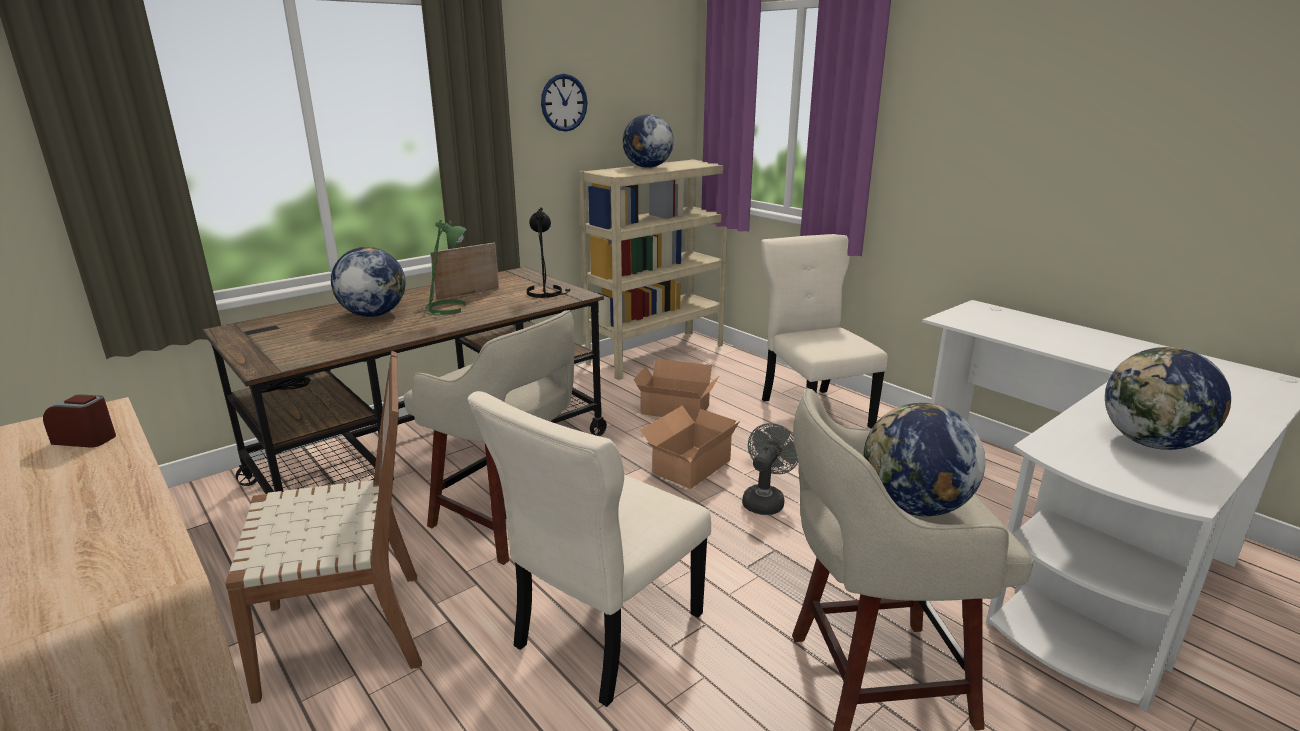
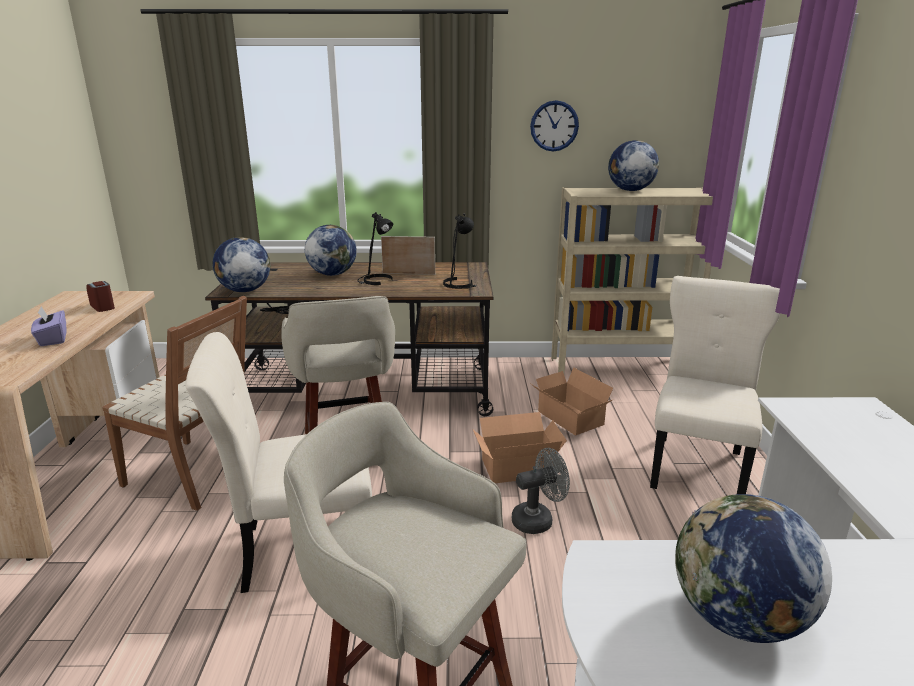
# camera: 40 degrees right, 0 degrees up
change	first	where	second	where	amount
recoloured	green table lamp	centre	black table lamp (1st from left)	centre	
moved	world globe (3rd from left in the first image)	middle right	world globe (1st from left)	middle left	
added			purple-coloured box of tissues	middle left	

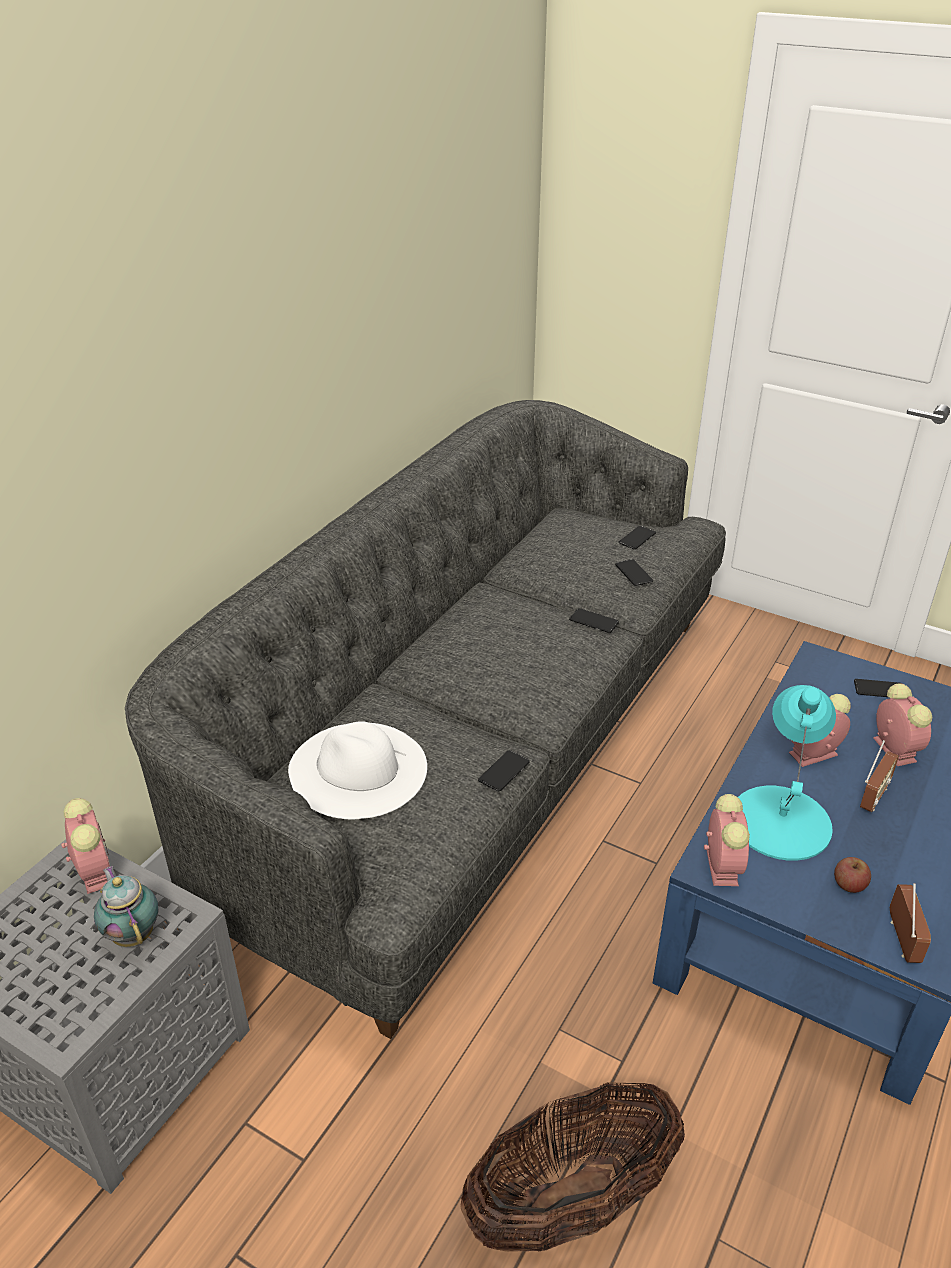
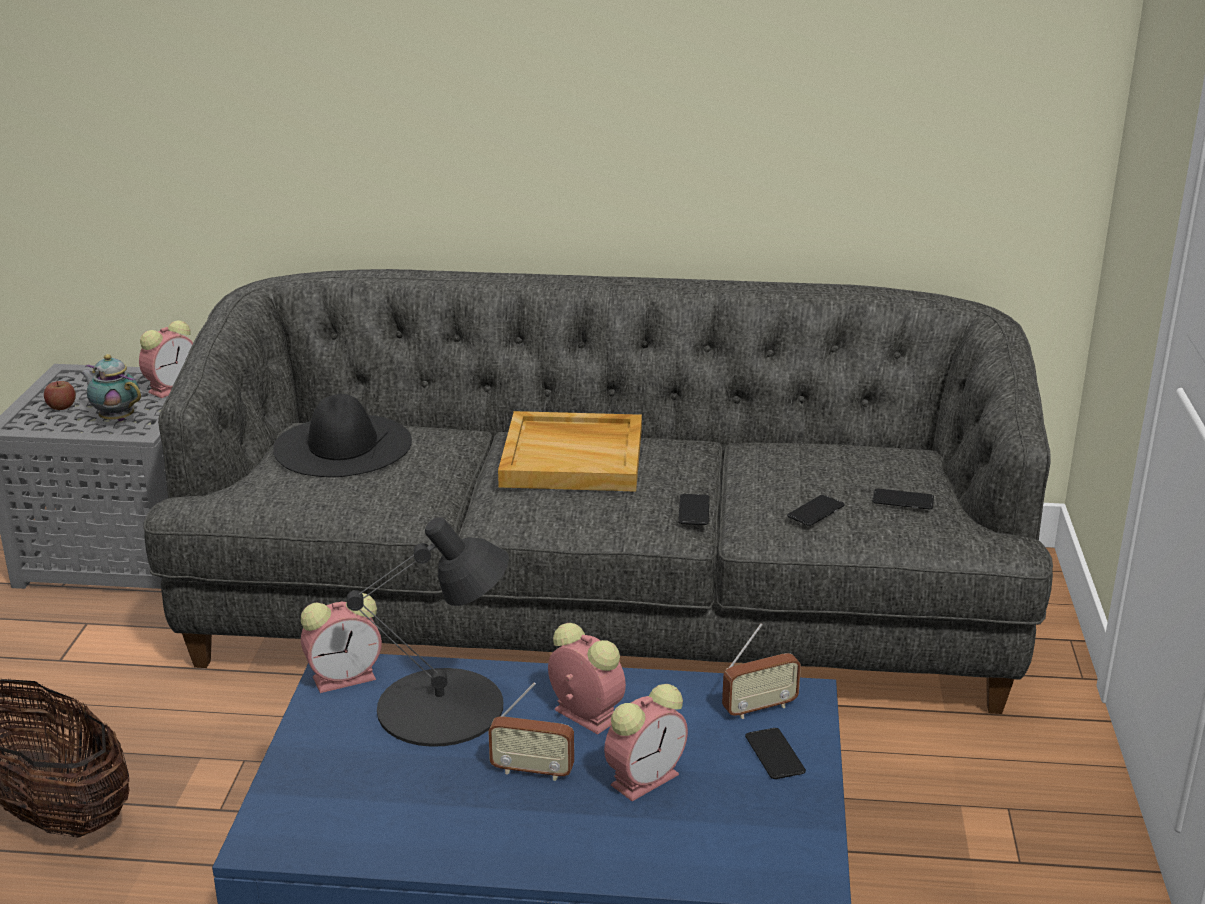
# camera: 65 degrees right, 10 degrees down
change	first	where	second	where	amount
recoloured	blue-green table lamp	middle right	black table lamp	bottom centre	
recoloured	white hat	centre	black hat	middle left	
removed	telephone (1st from left)	centre			
moved	apple fruit	bottom right		middle left	
turned	teapot	bottom left		middle left	90 degrees counterclockwise
moved	radio set (2nd from left)	bottom right		bottom centre	
added			beige-coloured carrying tray	centre	

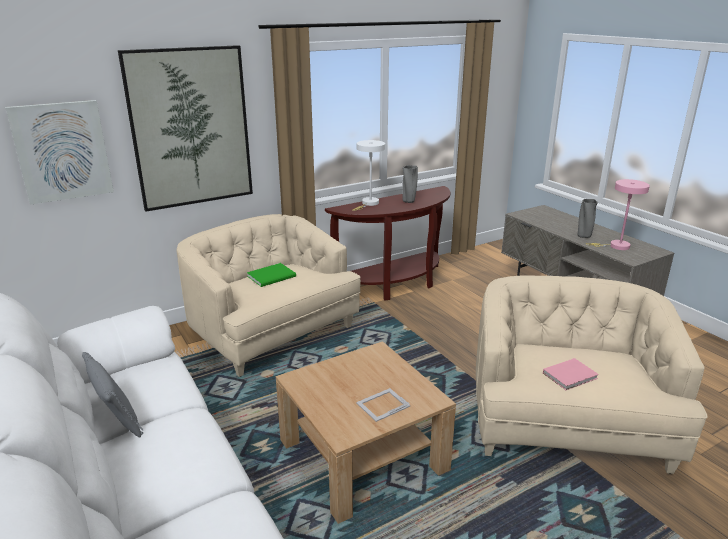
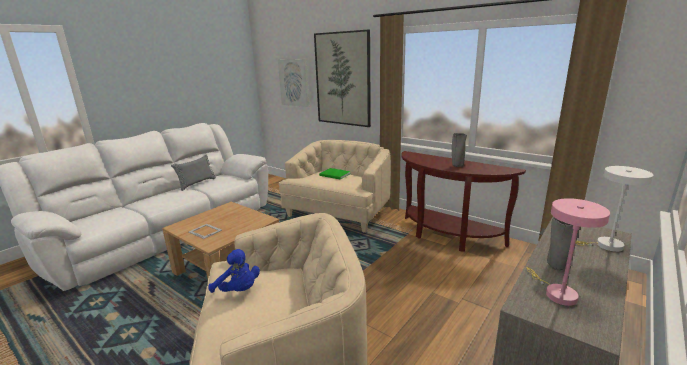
# camera: 70 degrees right, 5 degrees down
change	first	where	second	where	amount
moved	white table lamp	top centre		middle right	
replaced	pinkish book	bottom right	blue soft toy	bottom centre	

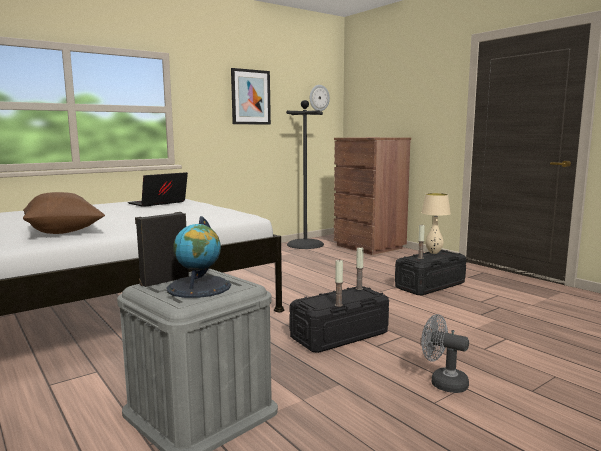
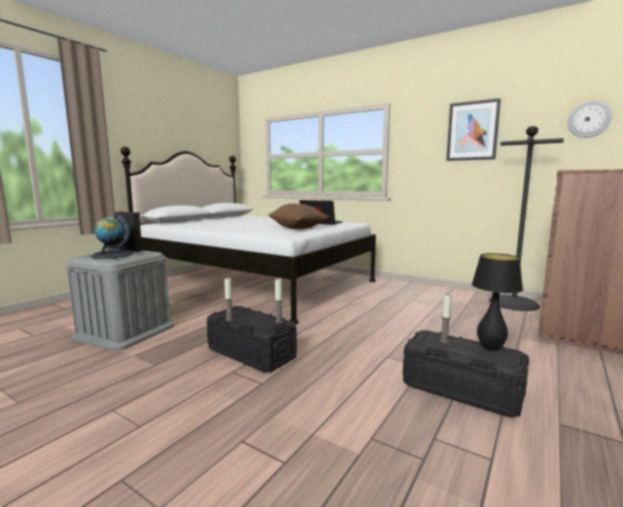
# camera: 70 degrees right, 0 degrees up
change	first	where	second	where	amount
moved	brown cushion	middle left		centre	
recoloured	beige-coloured table lamp	middle right	black table lamp	middle right	
removed	gray cooling fan	bottom right			

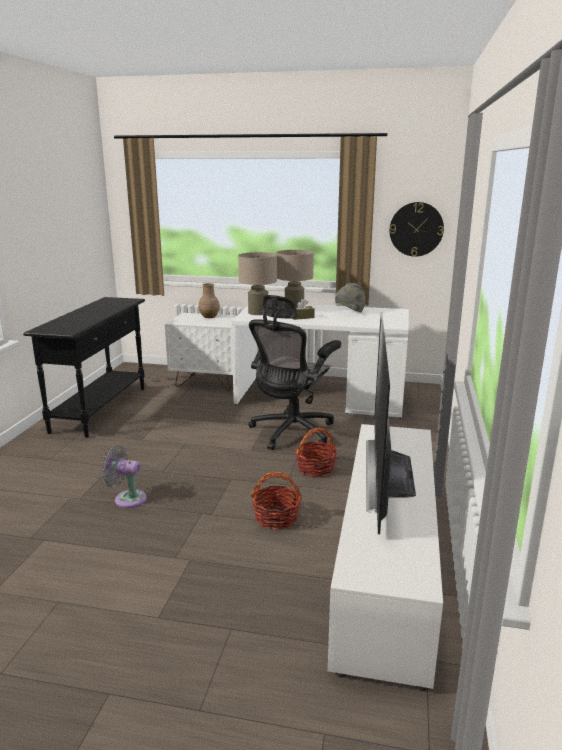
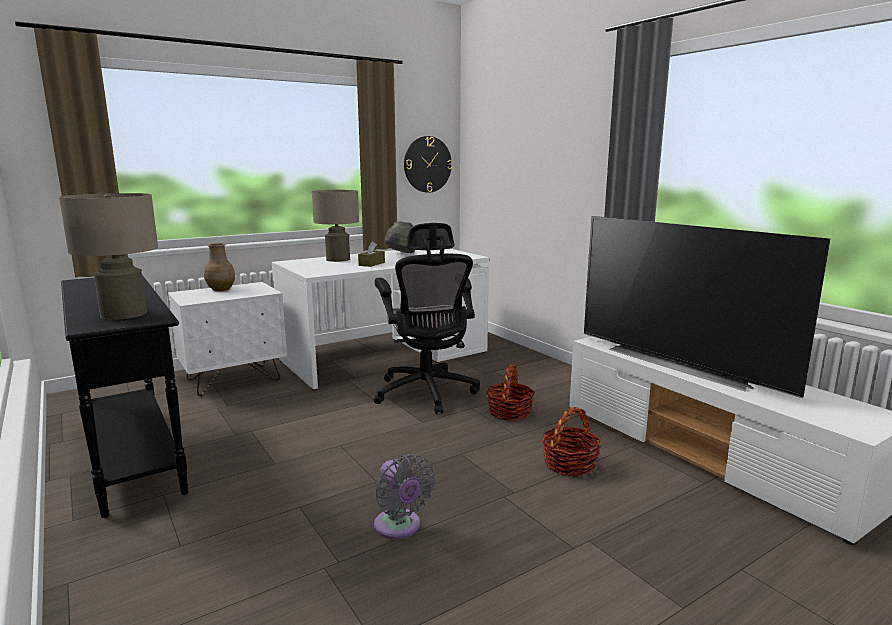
# camera: 45 degrees left, 5 degrees down
change	first	where	second	where	amount
moved	beige-coloured table lamp (1st from left)	centre		middle left	
turned	gray cooling fan	middle left		bottom centre	90 degrees counterclockwise

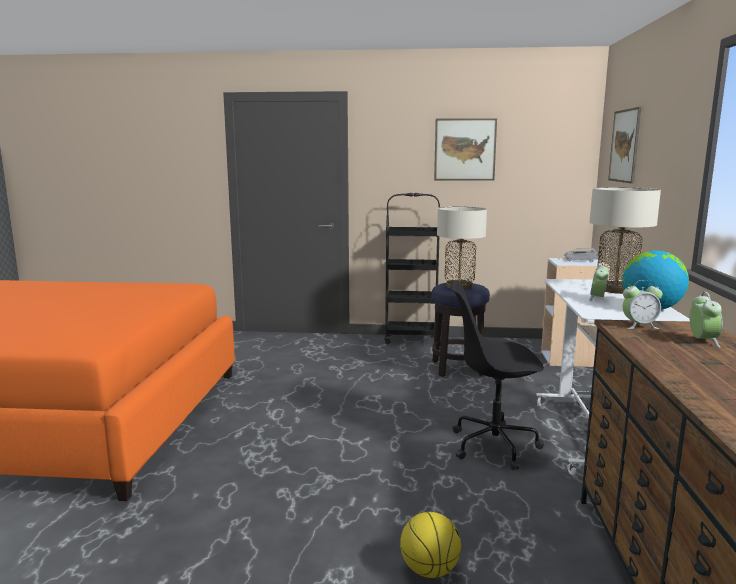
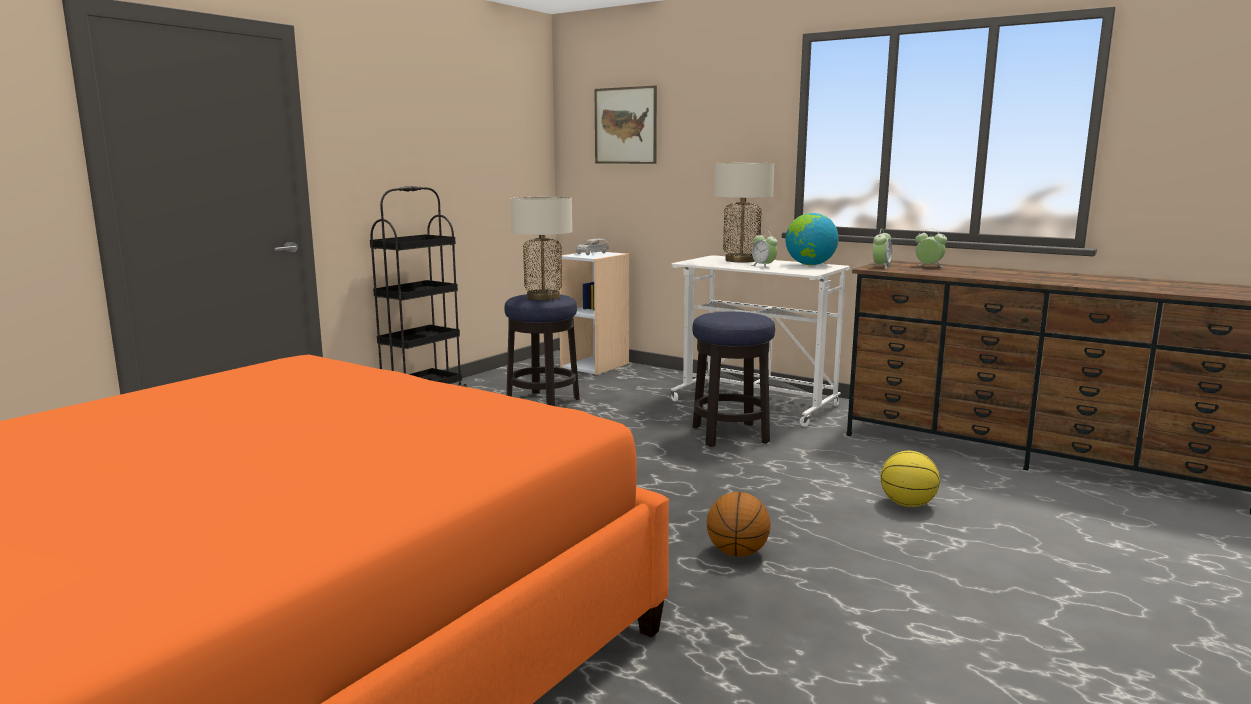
# camera: 60 degrees left, 0 degrees up
change	first	where	second	where	amount
removed	picture (1st from left)	top centre			
replaced	black desk chair	middle right	stool seat (2nd from left)	centre	
added			basketball ball (1st from left)	bottom centre	

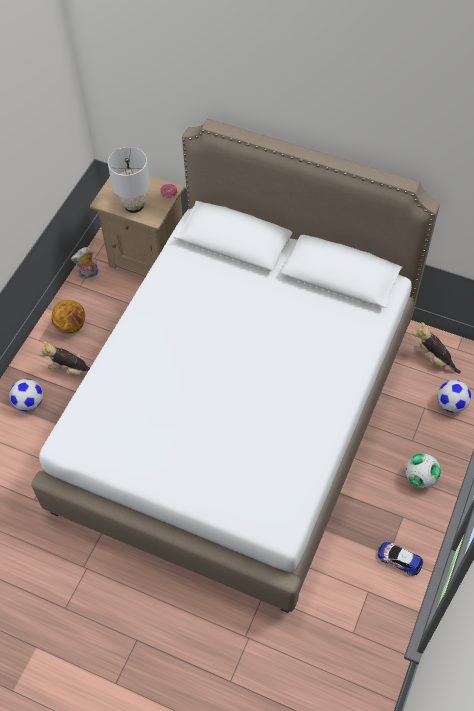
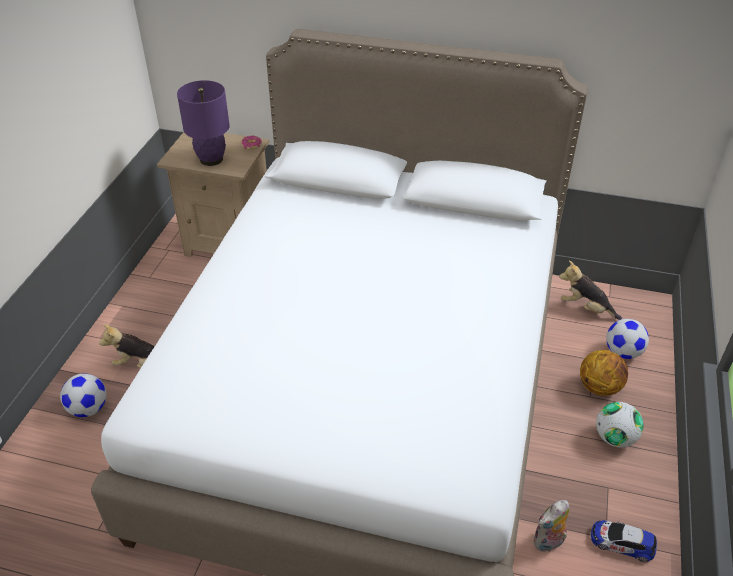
# camera: 10 degrees left, 15 degrees down
change	first	where	second	where	amount
recoloured	white table lamp	top left	purple-coloured table lamp	top left	
moved	soft toy (2nd from left)	middle left		bottom right	
moved	basketball ball	middle left		middle right	

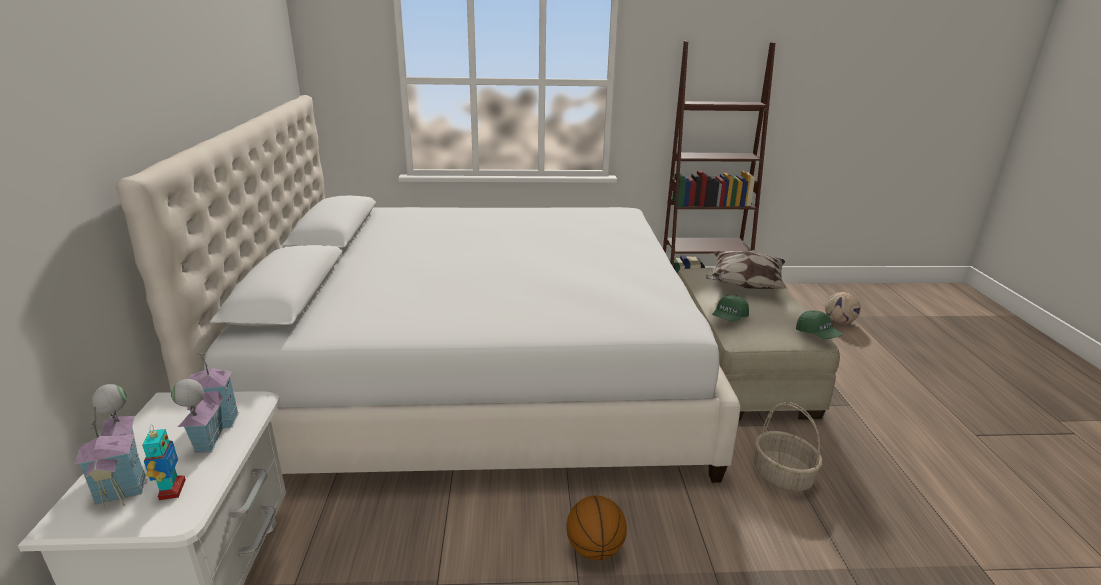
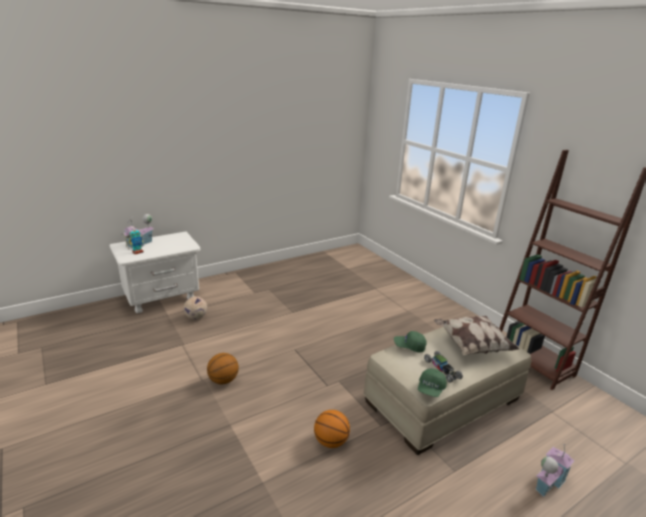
# camera: 60 degrees right, 0 degrees up
change	first	where	second	where	amount
removed	white bedroom bed	centre			
moved	football ball	middle right		middle left	
moved	model house (2nd from left)	bottom left		bottom right	
replaced	household basket	bottom right	basketball ball (2nd from left)	bottom centre	
added			toy car	bottom right	

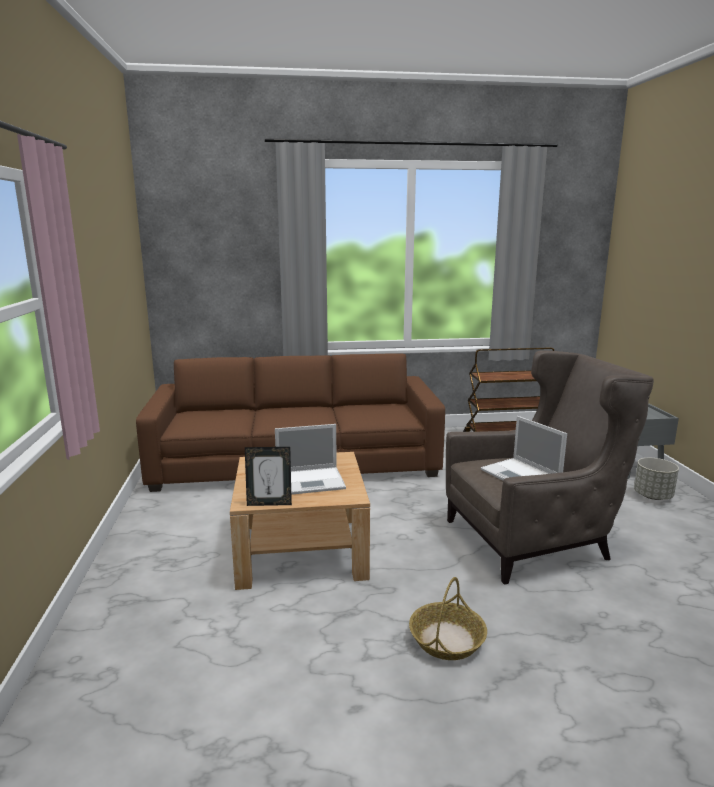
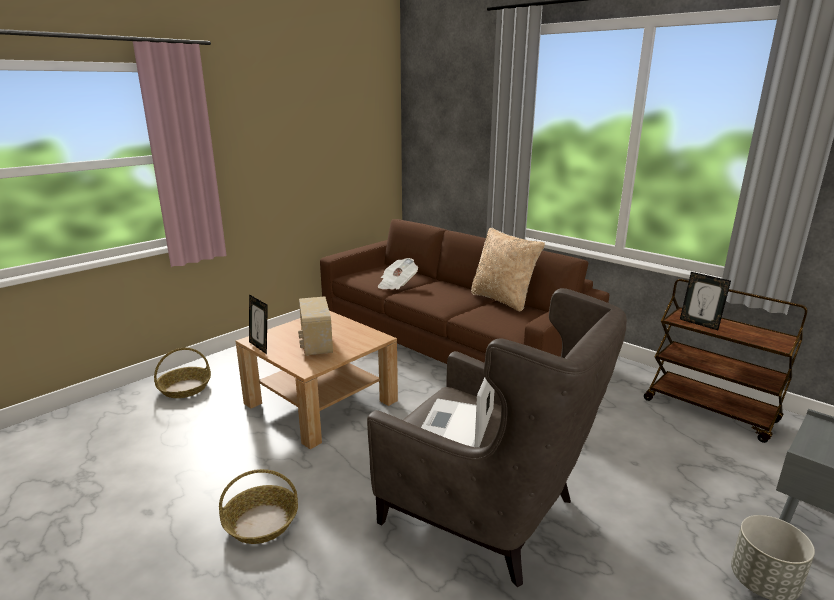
# camera: 50 degrees right, 5 degrees up
change	first	where	second	where	amount
replaced	notebook computer (1st from left)	centre	radio set	centre	
added			beige-coloured cushion	centre	
added			newspaper	centre	
added			picture frame (2nd from left)	middle right	
added			household basket (1st from left)	middle left	

